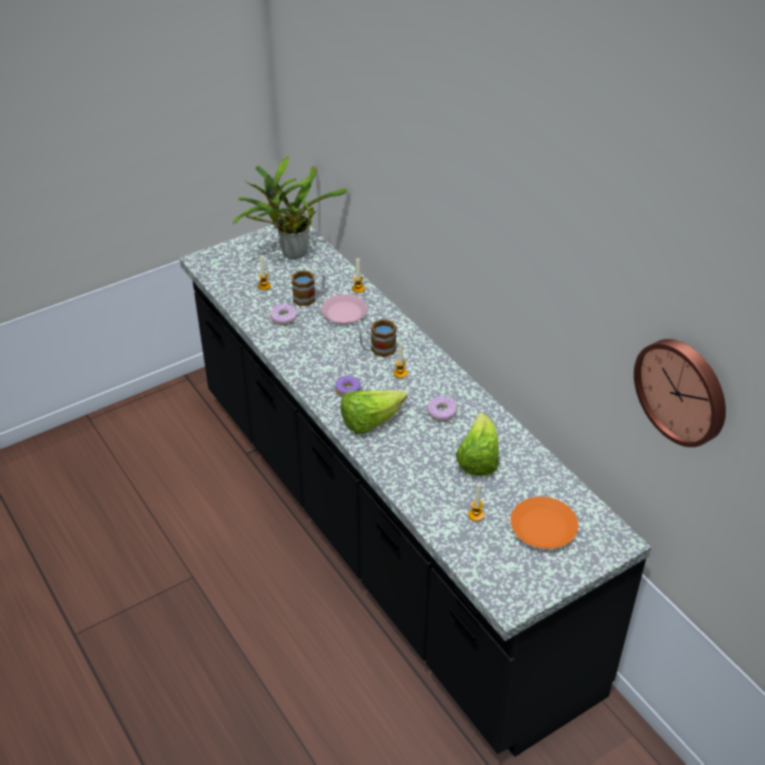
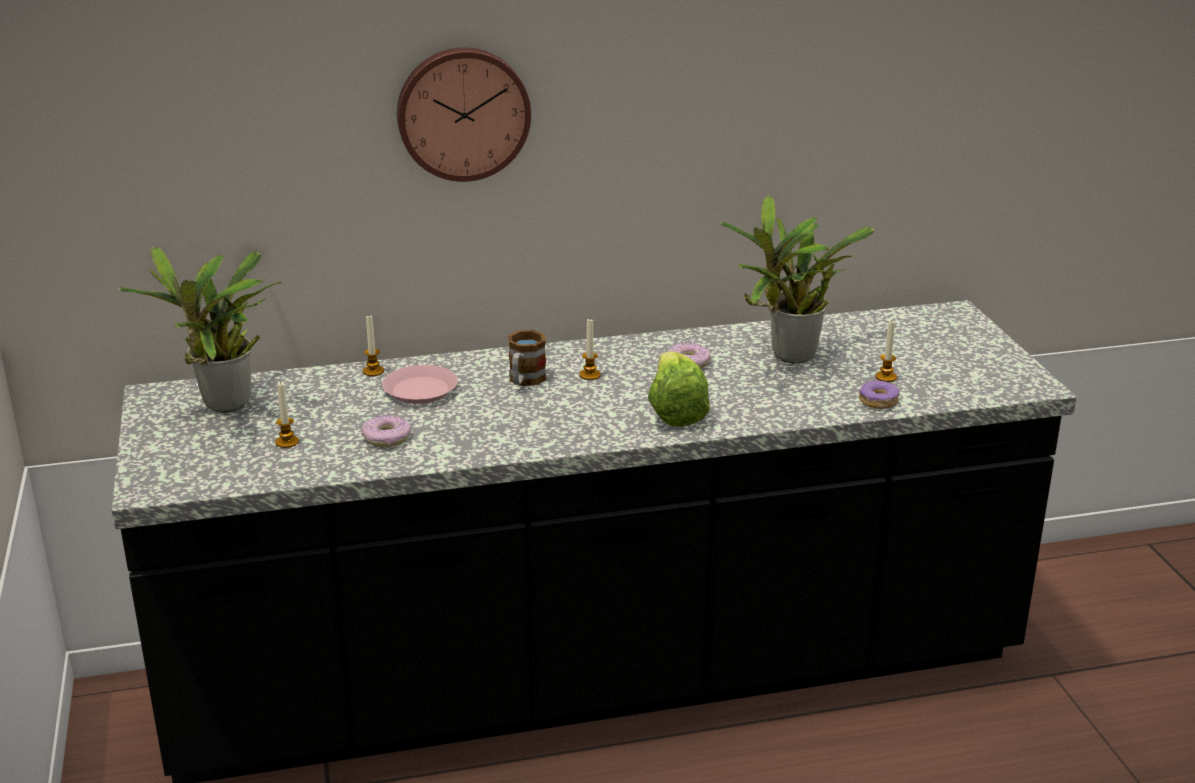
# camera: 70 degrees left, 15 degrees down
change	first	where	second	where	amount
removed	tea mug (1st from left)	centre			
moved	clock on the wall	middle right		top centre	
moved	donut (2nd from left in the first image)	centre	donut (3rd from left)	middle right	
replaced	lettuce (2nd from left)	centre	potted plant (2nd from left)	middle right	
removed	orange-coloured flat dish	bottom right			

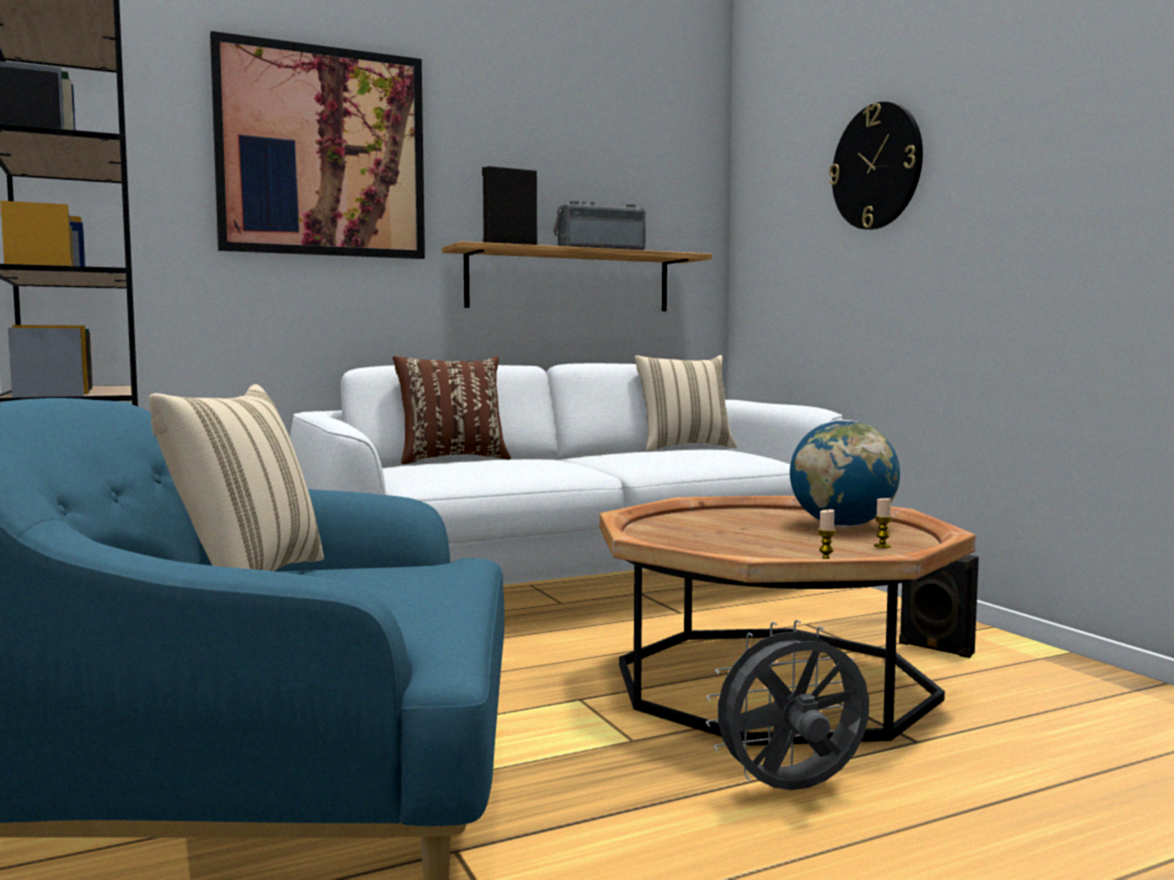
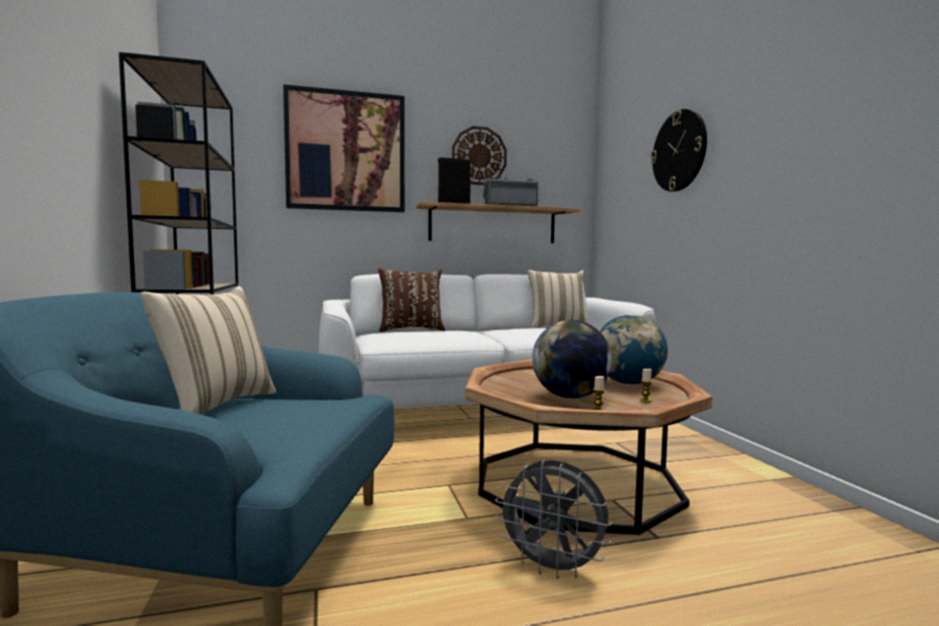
# camera: 10 degrees right, 0 degrees up
change	first	where	second	where	amount
removed	black audio speaker (2nd from left)	bottom right			
turned	gray cooling fan	bottom right		bottom centre	150 degrees counterclockwise
added			clock on the wall (1st from left)	top centre	
added			world globe (1st from left)	centre	

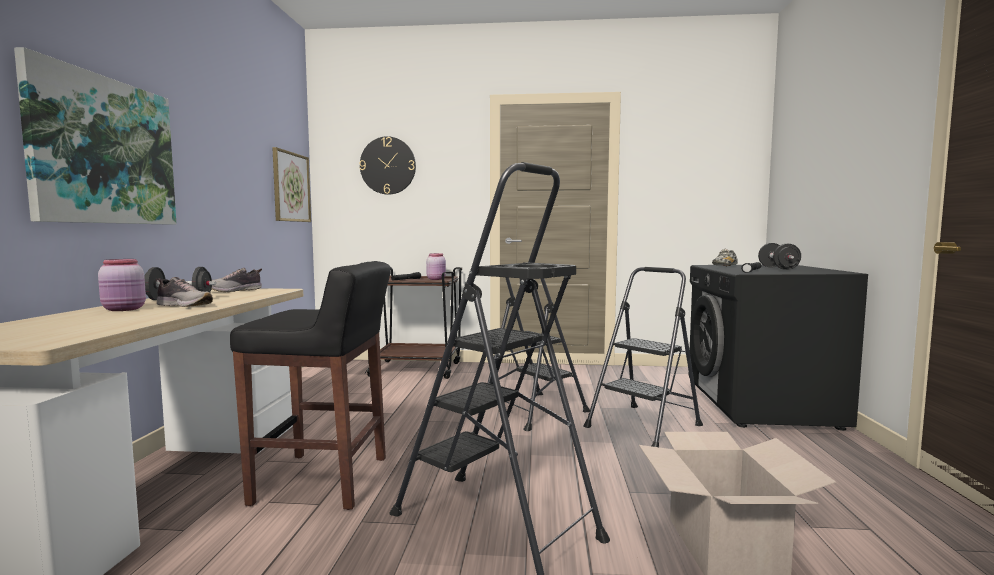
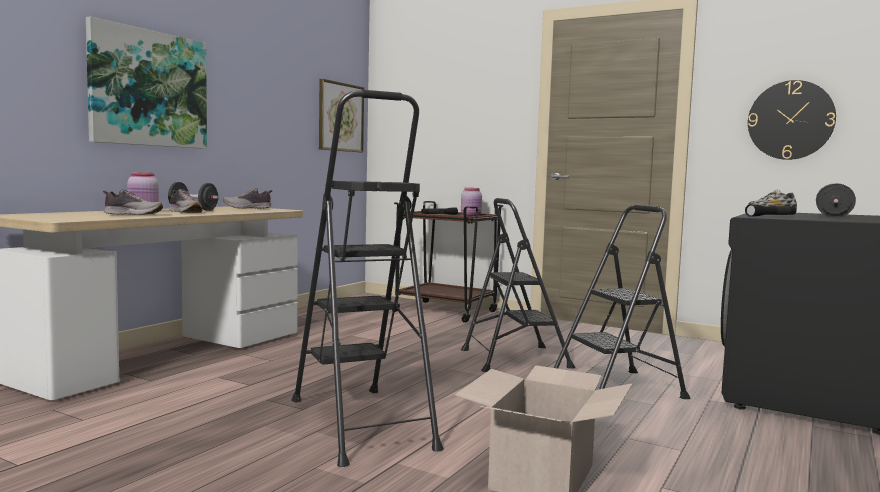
# camera: 25 degrees right, 0 degrees up
change	first	where	second	where	amount
moved	clock on the wall	top centre		top right	
removed	black stool seat	bottom left			
added			shoe (1st from left)	middle left	

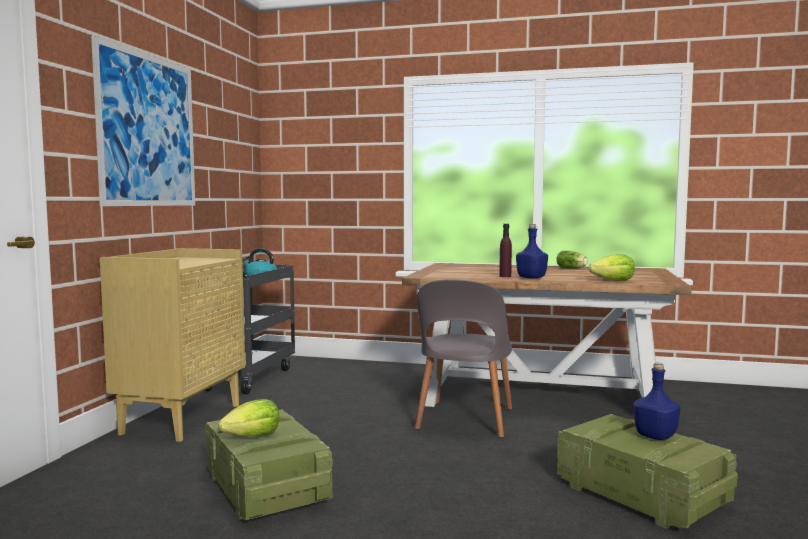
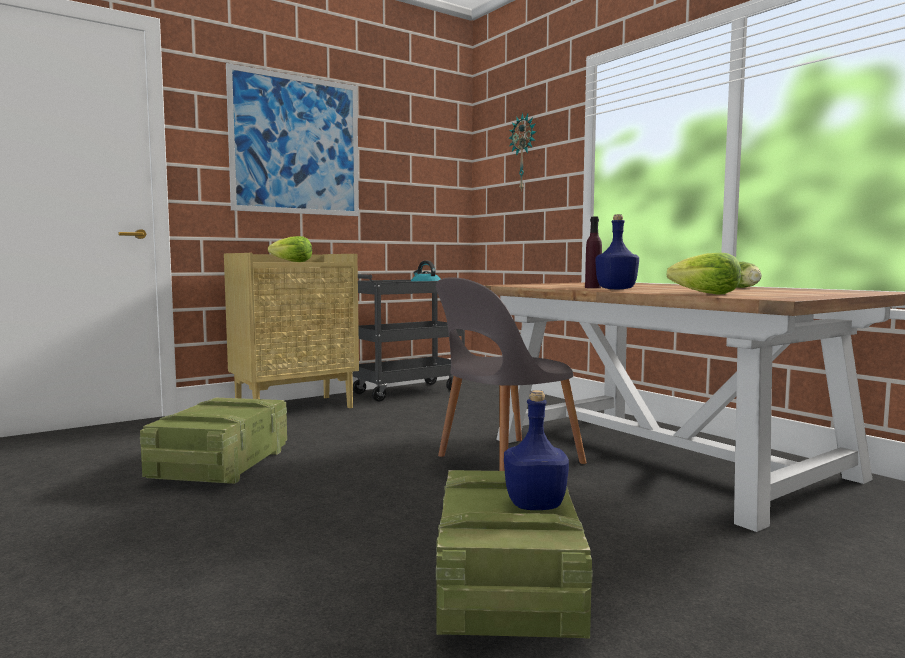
# camera: 40 degrees right, 0 degrees up
change	first	where	second	where	amount
moved	lettuce (1st from left)	bottom left		middle left	
added			clock on the wall	top centre	

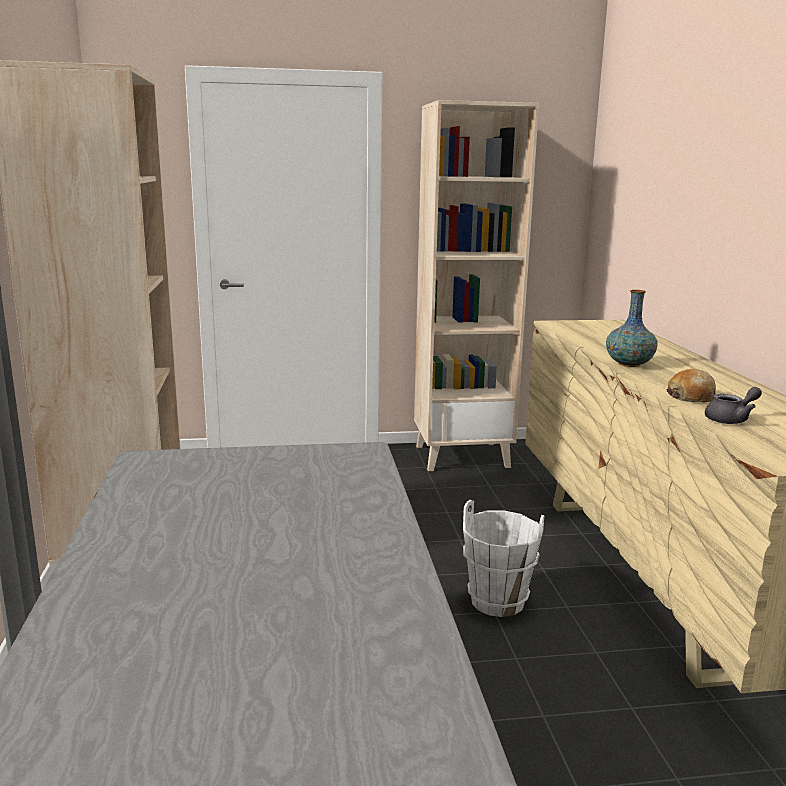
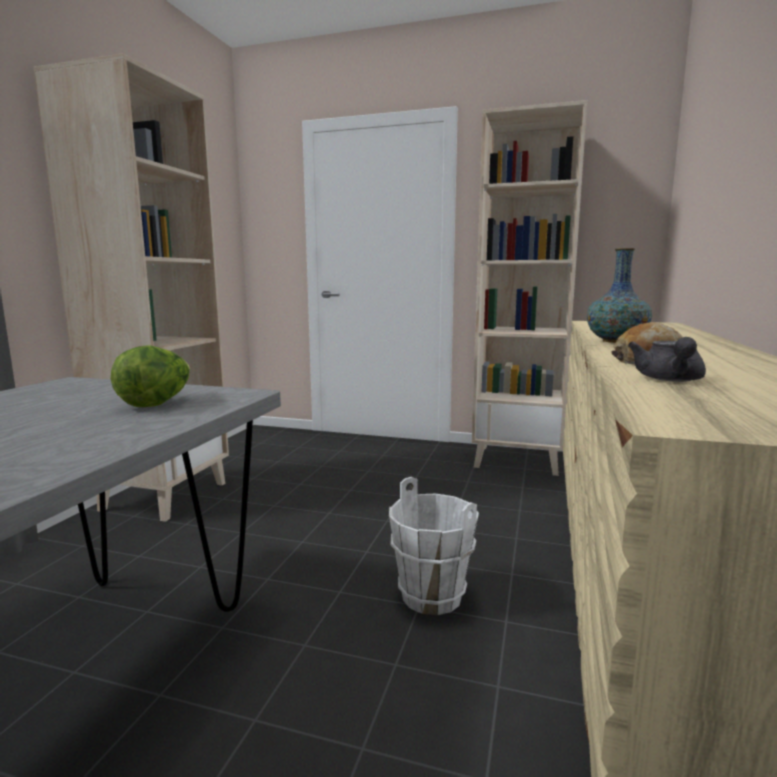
# camera: 25 degrees right, 5 degrees down
change	first	where	second	where	amount
turned	gray teapot	middle right		middle right	105 degrees clockwise
added			lettuce	middle left	

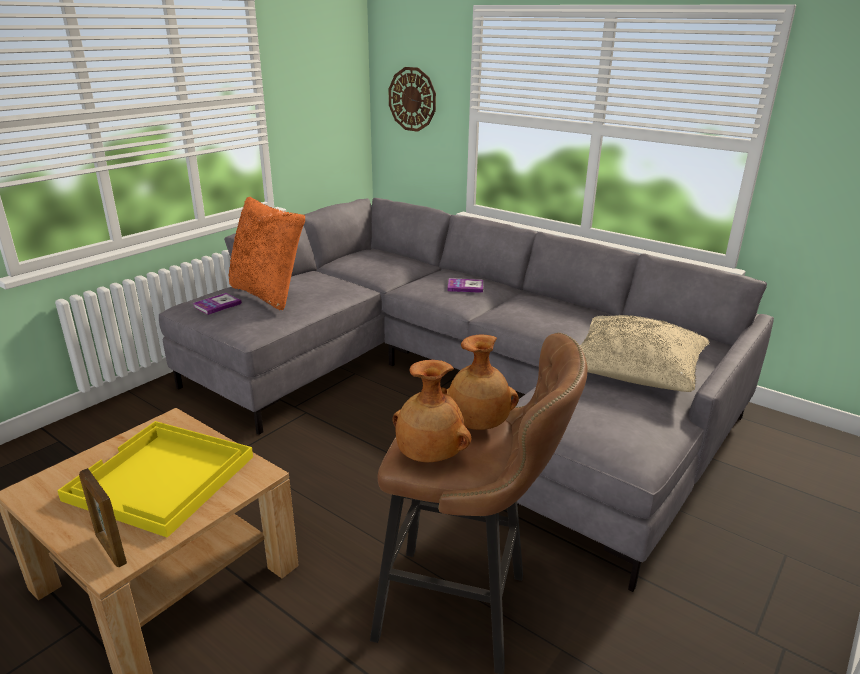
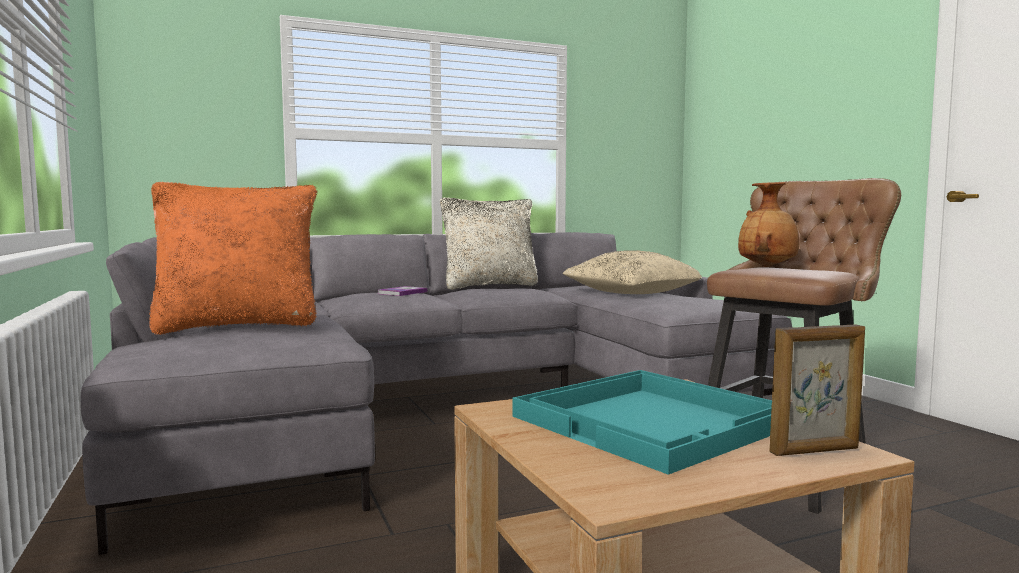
# camera: 60 degrees left, 20 degrees down
change	first	where	second	where	amount
removed	clock on the wall	top centre			
removed	book (1st from left)	middle left			
removed	brown vase (1st from left)	centre			
recoloured	yellow-coloured carrying tray	bottom left	blue-green carrying tray	bottom centre	
added			beige-coloured cushion (1st from left)	centre	

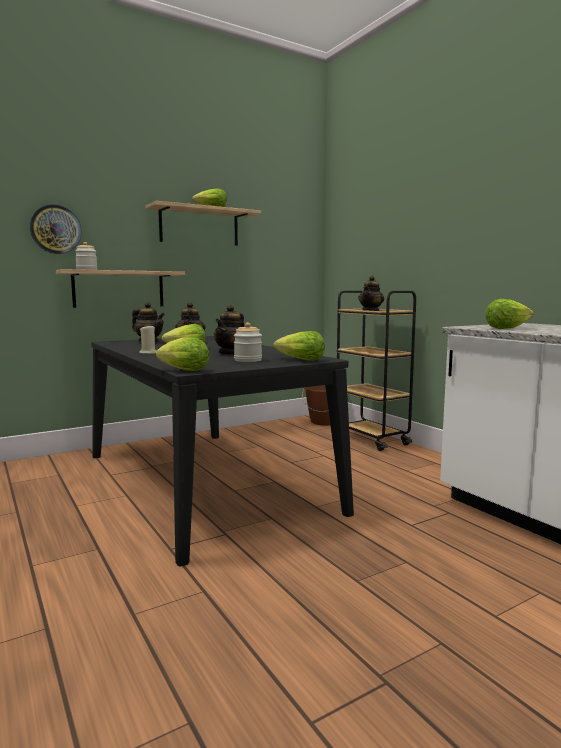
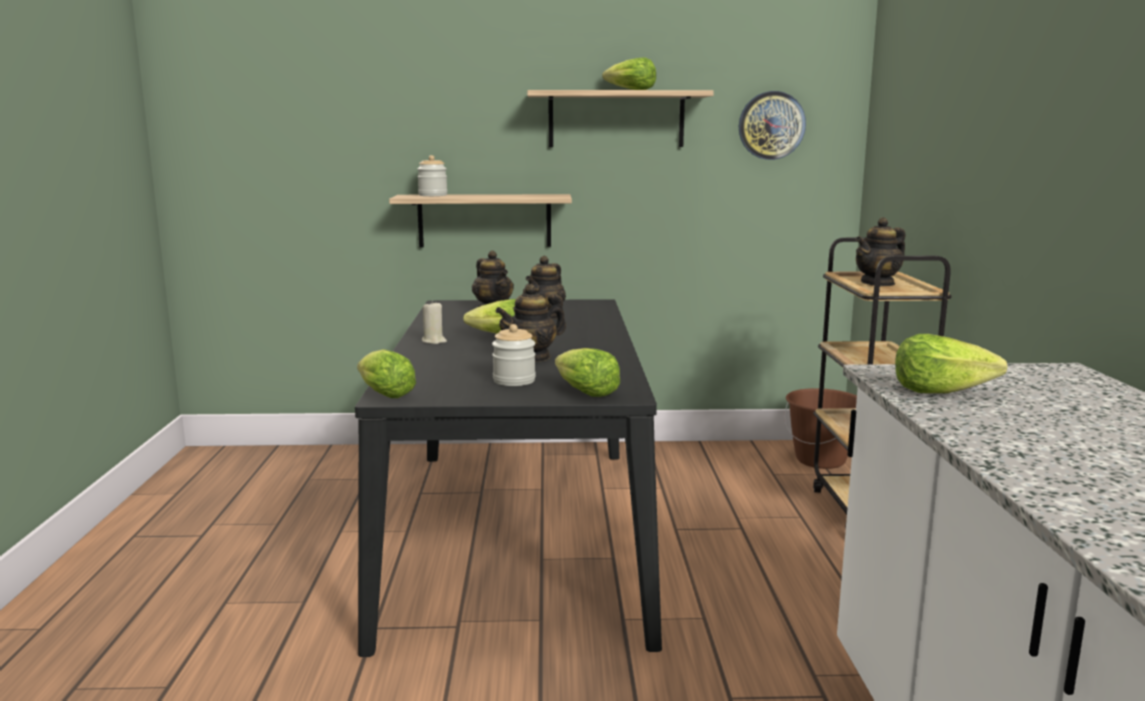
# camera: 30 degrees right, 5 degrees up
change	first	where	second	where	amount
moved	clock on the wall	top left		top right	

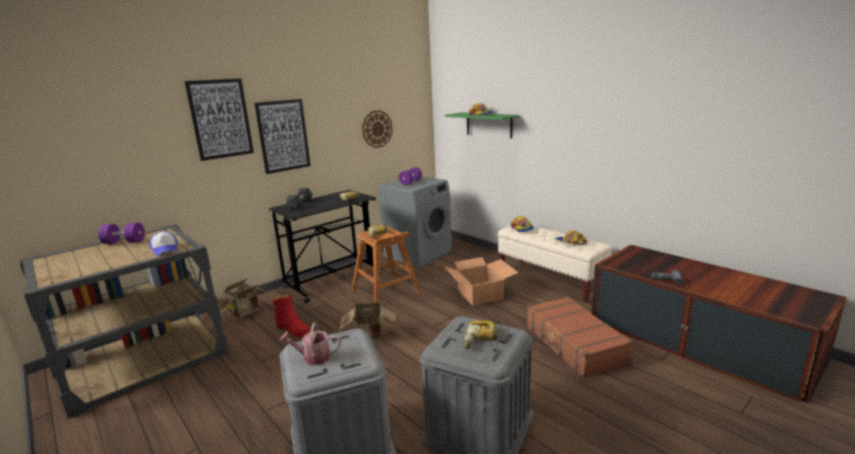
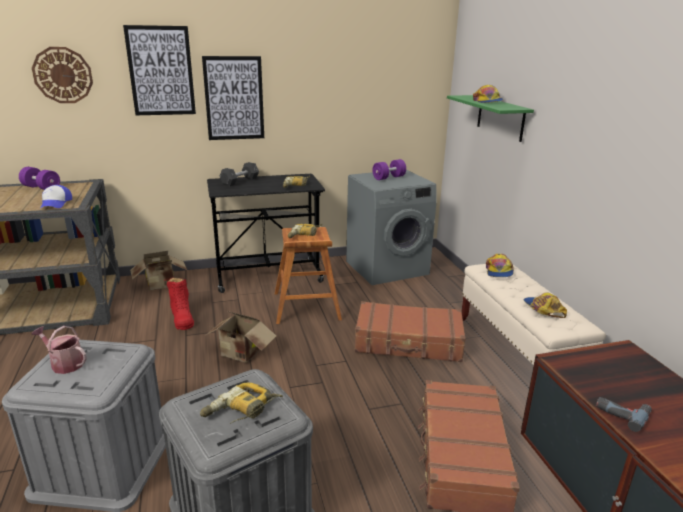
# camera: 25 degrees right, 5 degrees up
change	first	where	second	where	amount
moved	clock on the wall	top centre		top left	
replaced	packing box (3rd from left)	centre	brown suitcase (1st from left)	centre	

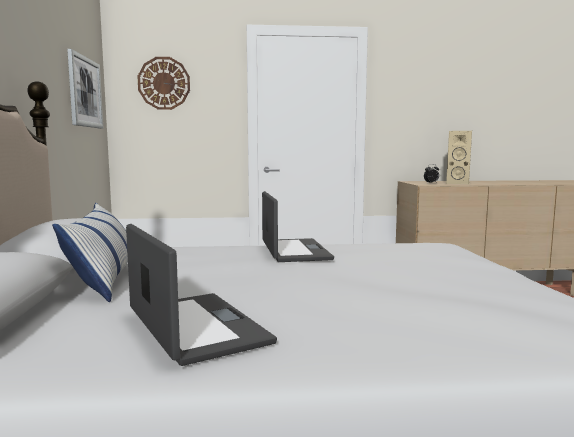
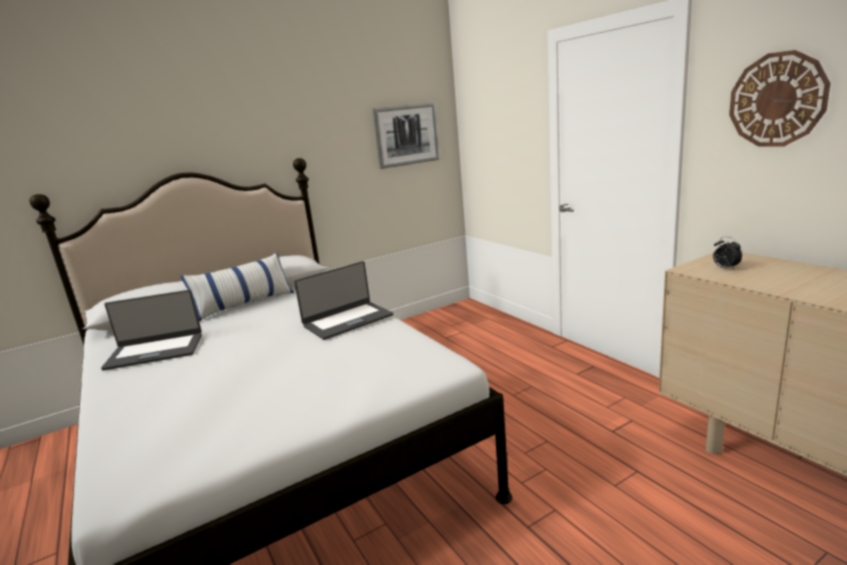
# camera: 65 degrees right, 10 degrees up
change	first	where	second	where	amount
moved	clock on the wall	top left		top right	
removed	beige-coloured audio speaker	middle right			
turned	notebook computer (1st from left)	bottom centre		middle left	45 degrees clockwise

